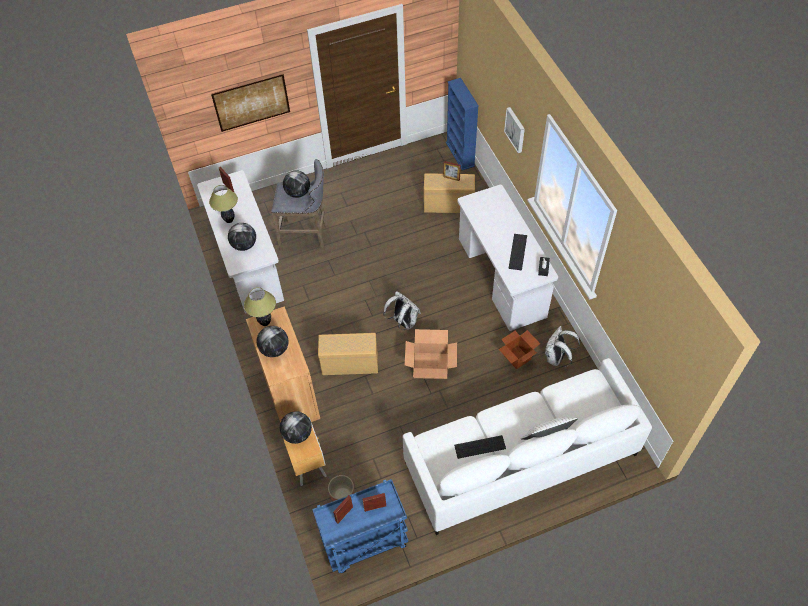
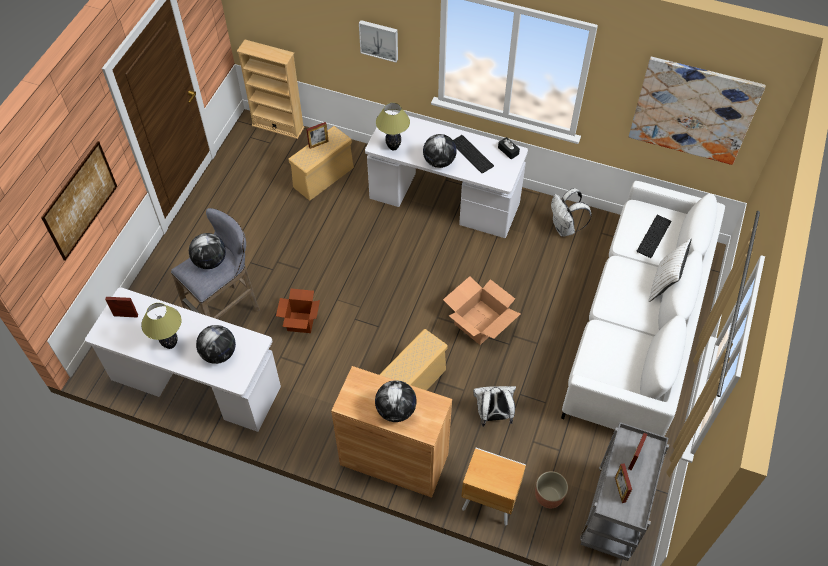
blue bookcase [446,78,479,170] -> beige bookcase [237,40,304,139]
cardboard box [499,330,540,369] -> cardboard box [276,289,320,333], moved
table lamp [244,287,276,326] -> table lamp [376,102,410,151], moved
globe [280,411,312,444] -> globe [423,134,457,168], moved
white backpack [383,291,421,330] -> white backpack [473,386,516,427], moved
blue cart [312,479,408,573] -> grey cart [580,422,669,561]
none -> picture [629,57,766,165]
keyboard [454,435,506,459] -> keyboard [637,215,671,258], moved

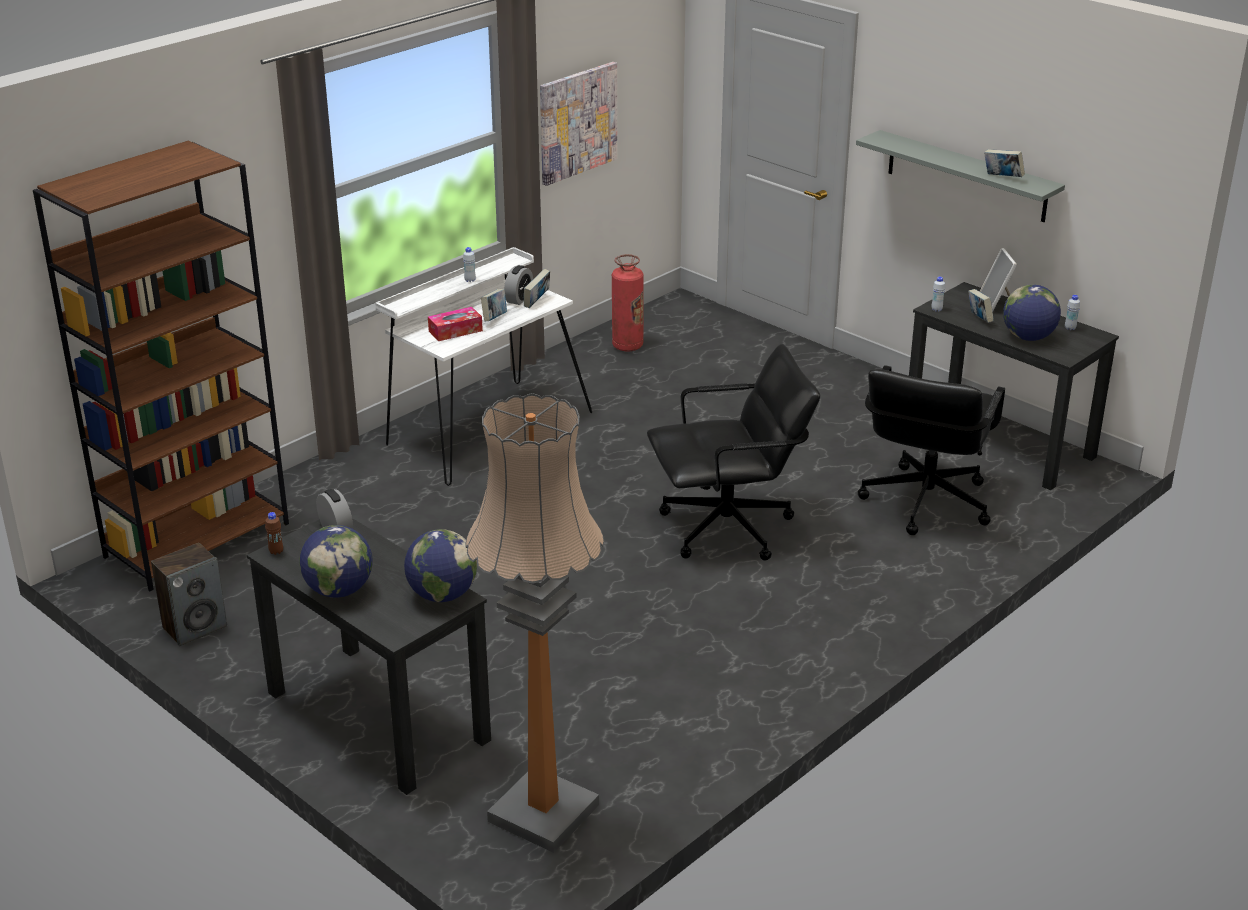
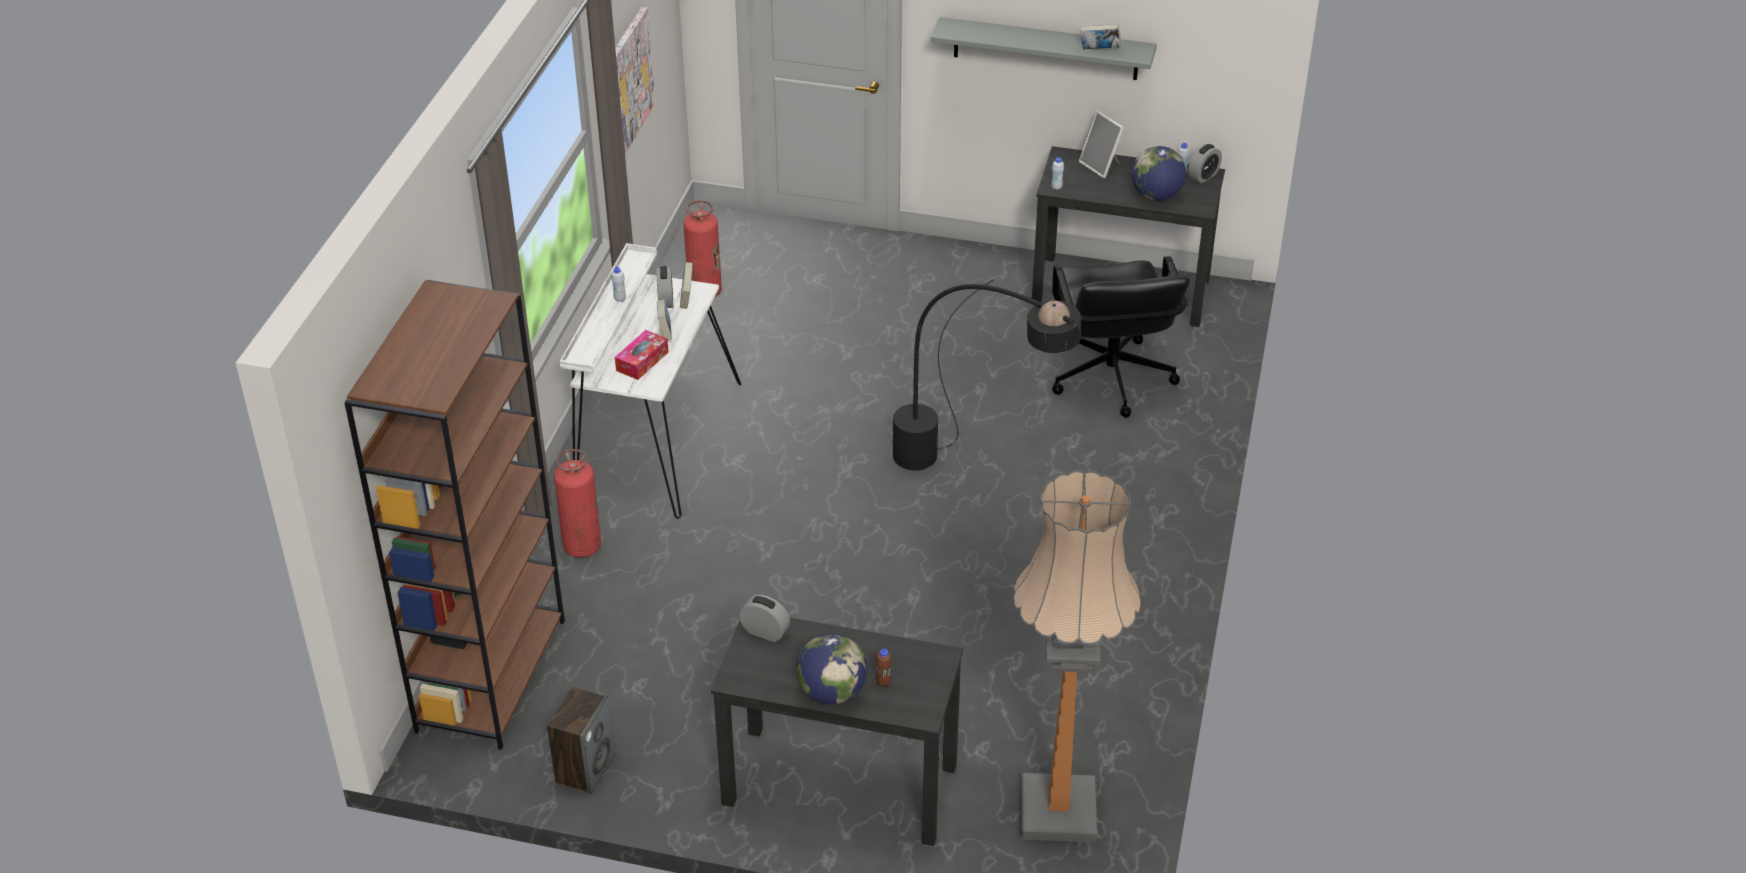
none -> fire extinguisher [554,449,601,558]
brown bottle [265,512,283,555] -> brown bottle [876,649,892,687], moved
black office chair [647,344,820,561] -> black floor lamp [893,280,1081,470]
none -> alarm clock [1188,144,1222,184]
globe [404,529,477,602] -> none
book [968,289,994,323] -> none

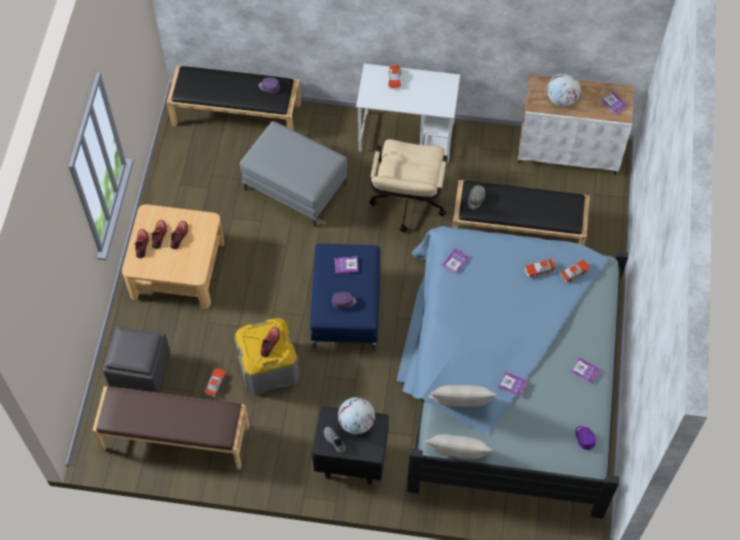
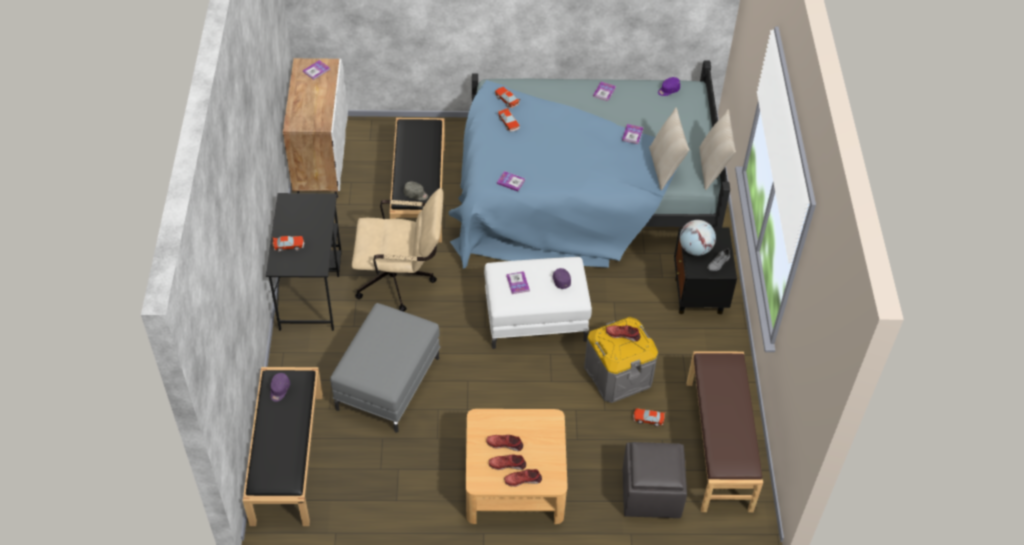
white desk [356,64,460,162] -> black desk [266,193,342,331]
blue ottoman [310,244,381,351] -> white ottoman [484,257,592,349]
globe [547,73,580,107] -> none

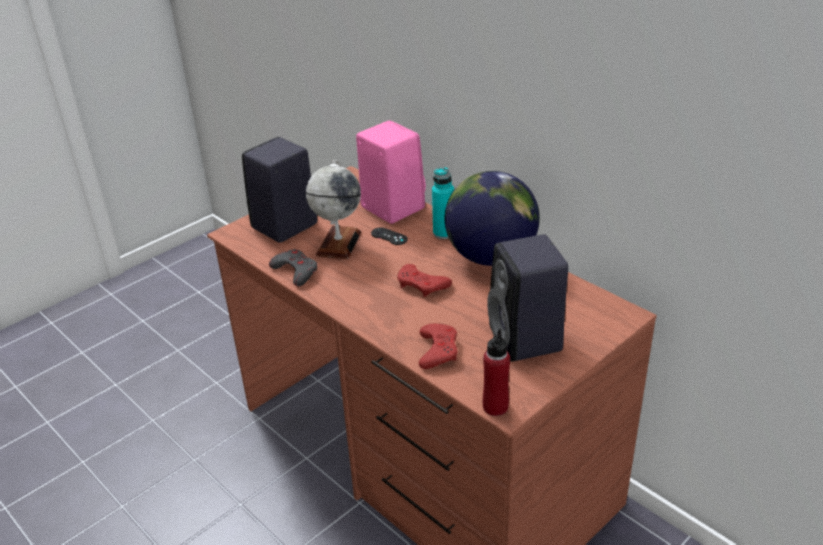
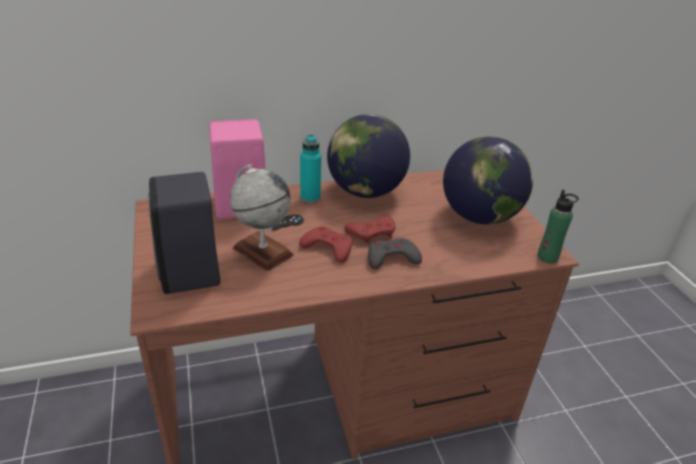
red game controller [419,324,458,369] -> red game controller [299,226,352,263], moved
grey game controller [269,249,318,287] -> grey game controller [368,238,422,269], moved
black speaker [487,234,568,362] -> globe [443,137,533,224]
red bottle [483,329,510,416] -> green bottle [537,190,579,263]

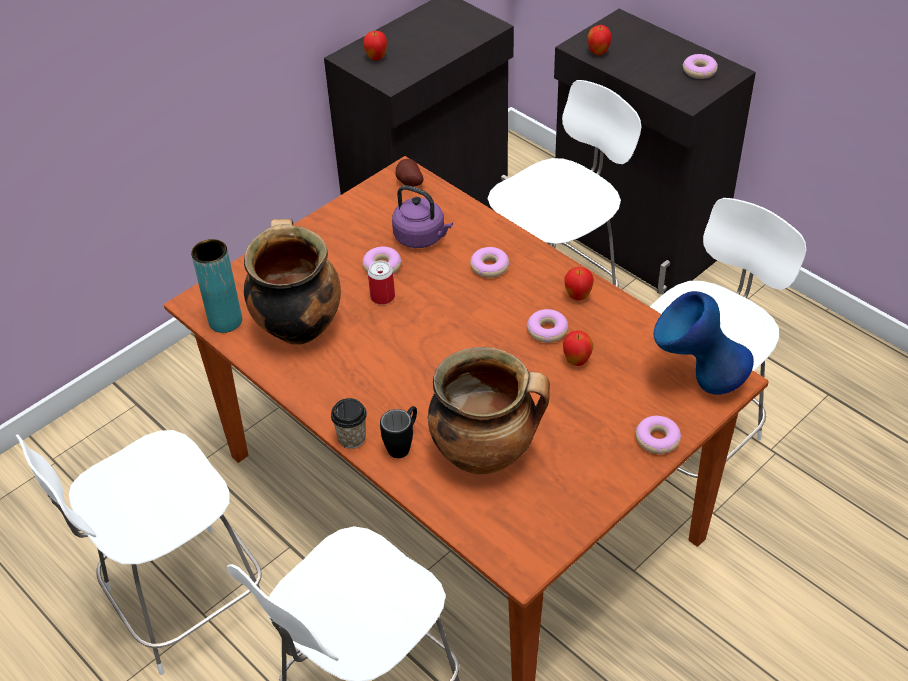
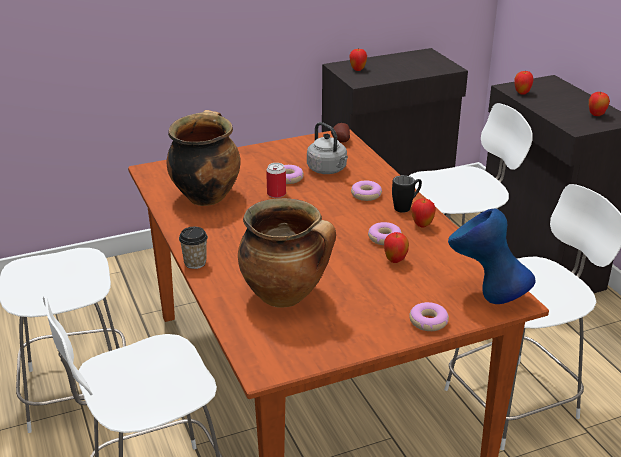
purple kettle [392,185,453,248] -> grey kettle [307,122,348,174]
black mug [380,406,417,458] -> black mug [392,175,422,213], moved
donut [682,54,718,79] -> apple [589,92,610,116]
turquoise vase [191,239,242,333] -> none

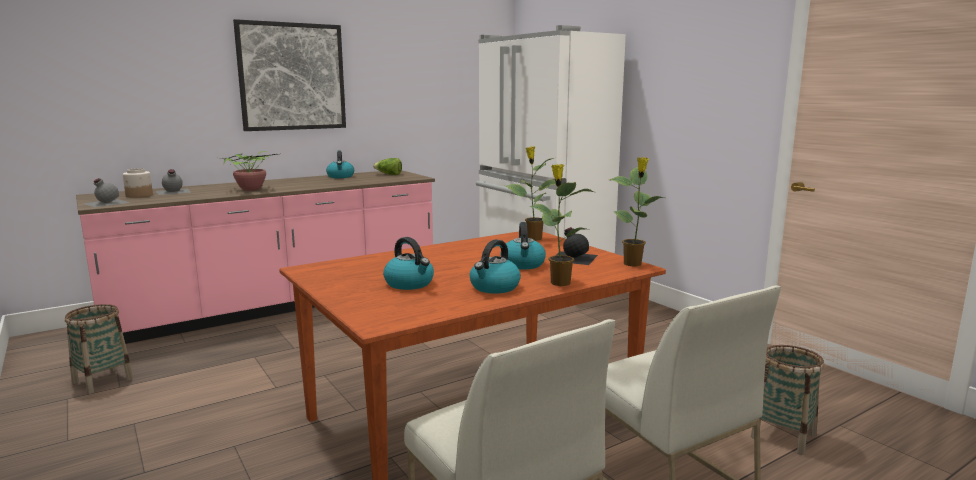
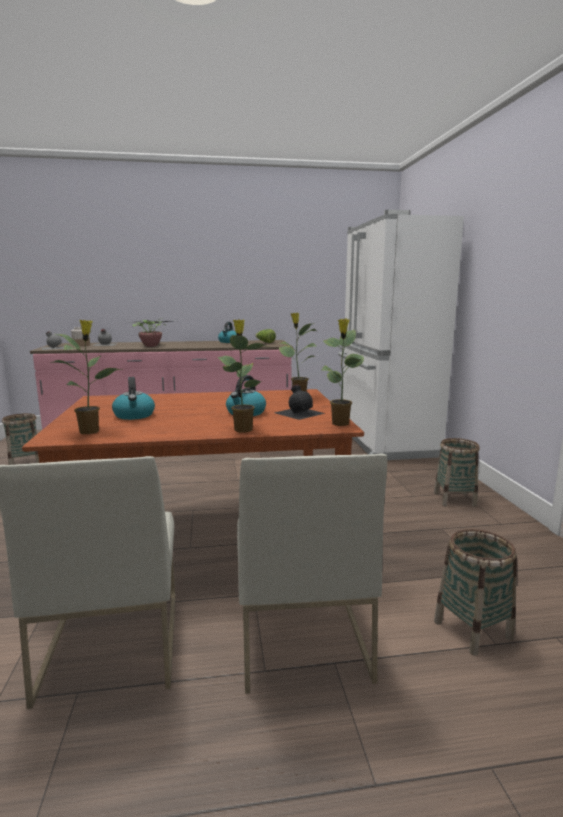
none -> potted plant [51,320,122,434]
none -> basket [434,438,480,507]
picture [233,19,346,131] -> none
kettle [470,239,521,294] -> none

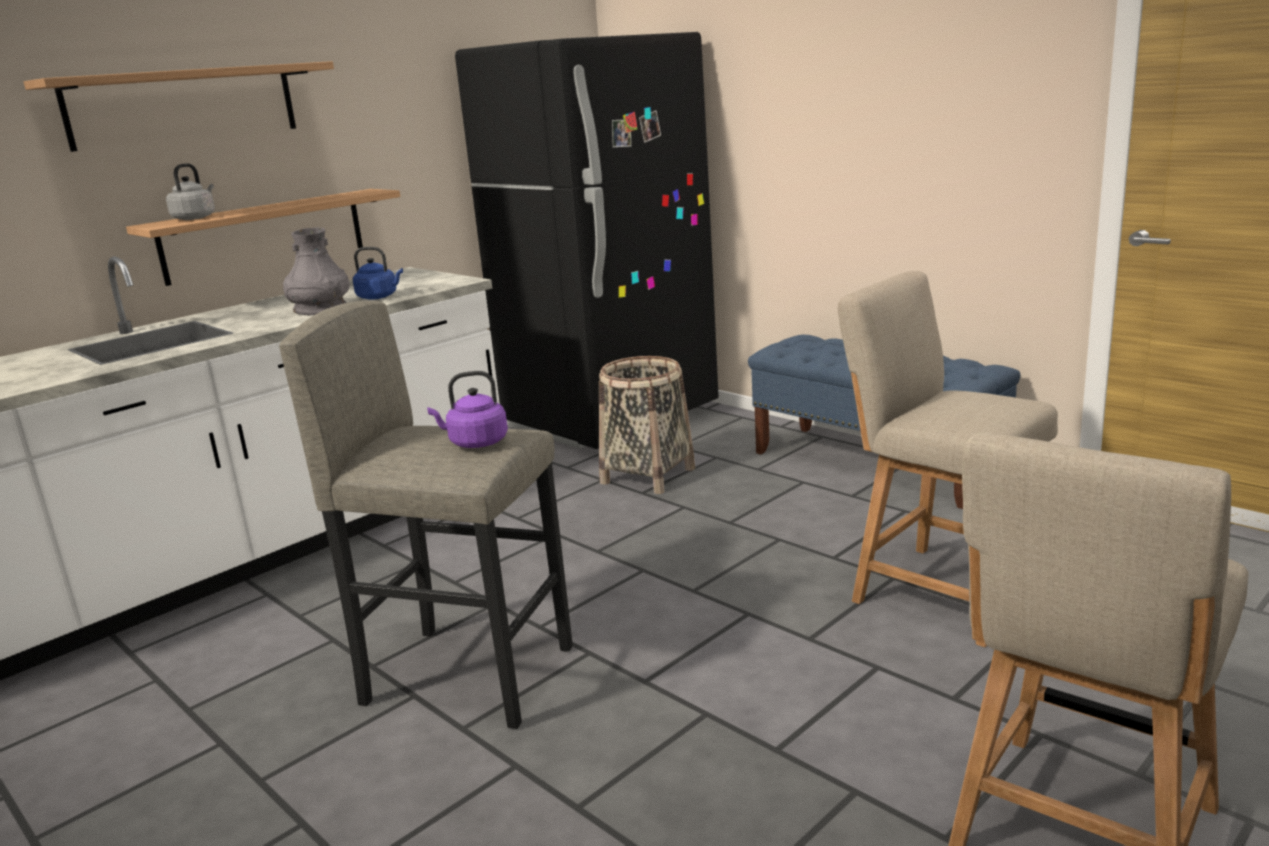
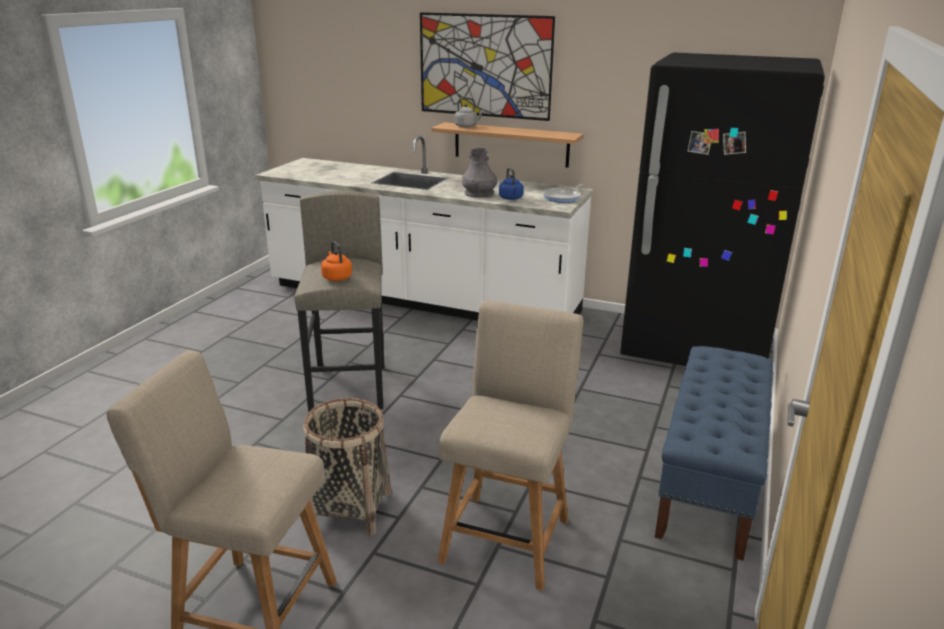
basket [599,356,695,494] -> basket [303,398,391,536], moved
purple kettle [427,371,508,448] -> orange kettle [321,241,352,281]
shelf [24,61,334,152] -> picture [420,12,555,121]
none -> frying pan [543,184,583,203]

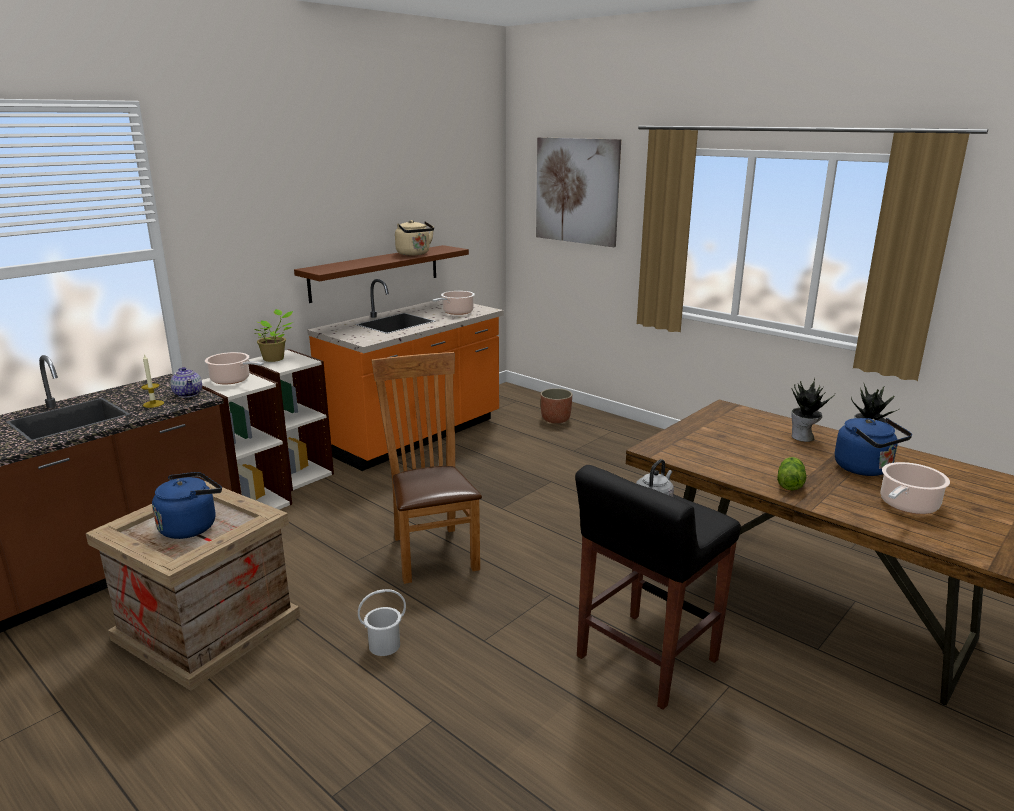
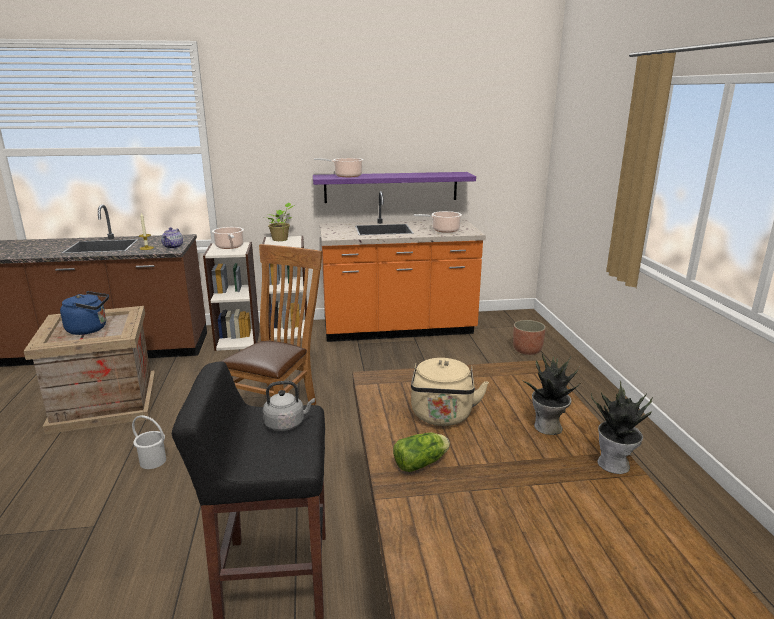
brown shelf [294,245,469,303] -> purple shelf [313,172,476,203]
cooking pot [881,462,950,514] -> cooking pot [314,158,363,177], moved
beige kettle [395,220,434,256] -> beige kettle [411,358,489,426], moved
picture [536,137,621,247] -> none
blue kettle [835,418,912,476] -> none

